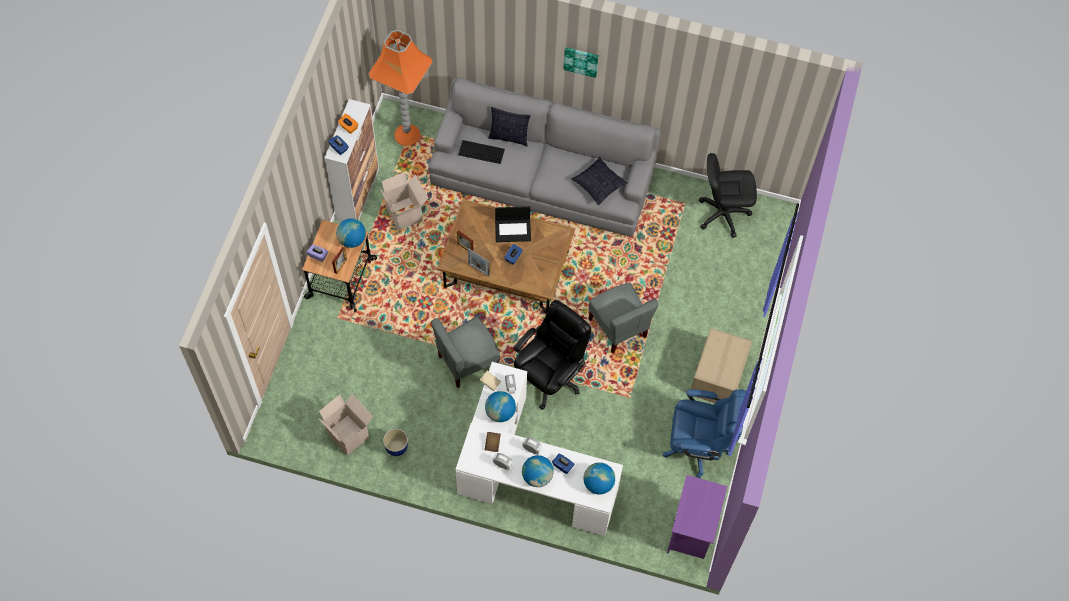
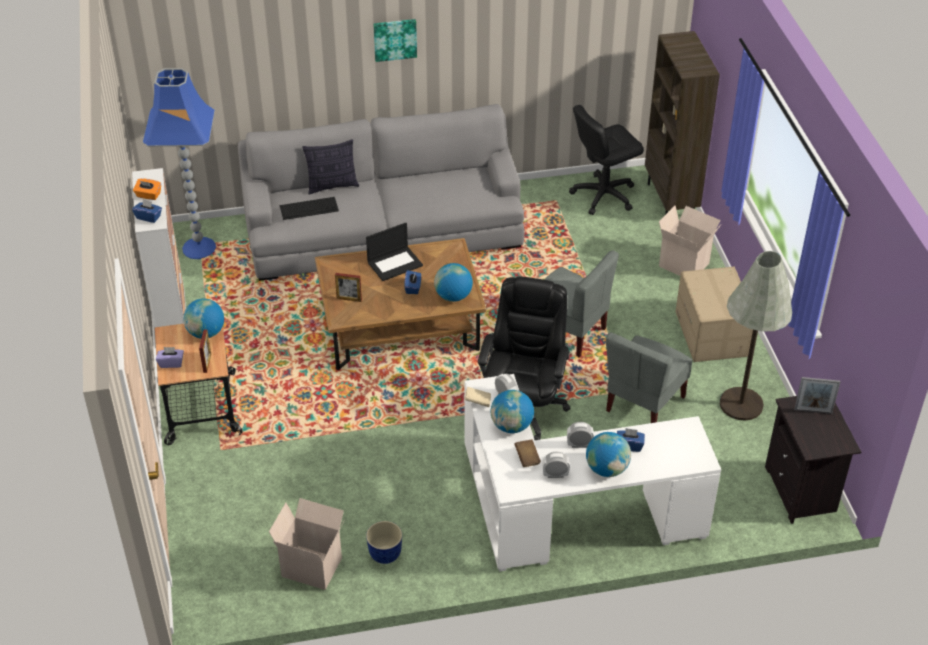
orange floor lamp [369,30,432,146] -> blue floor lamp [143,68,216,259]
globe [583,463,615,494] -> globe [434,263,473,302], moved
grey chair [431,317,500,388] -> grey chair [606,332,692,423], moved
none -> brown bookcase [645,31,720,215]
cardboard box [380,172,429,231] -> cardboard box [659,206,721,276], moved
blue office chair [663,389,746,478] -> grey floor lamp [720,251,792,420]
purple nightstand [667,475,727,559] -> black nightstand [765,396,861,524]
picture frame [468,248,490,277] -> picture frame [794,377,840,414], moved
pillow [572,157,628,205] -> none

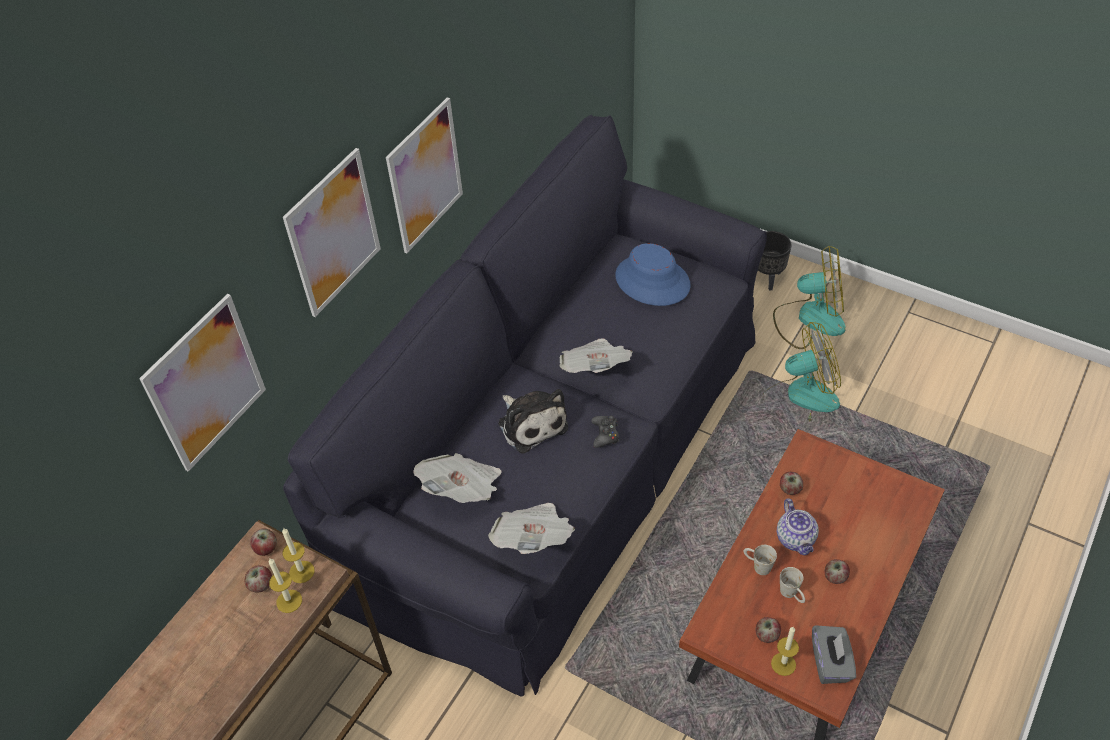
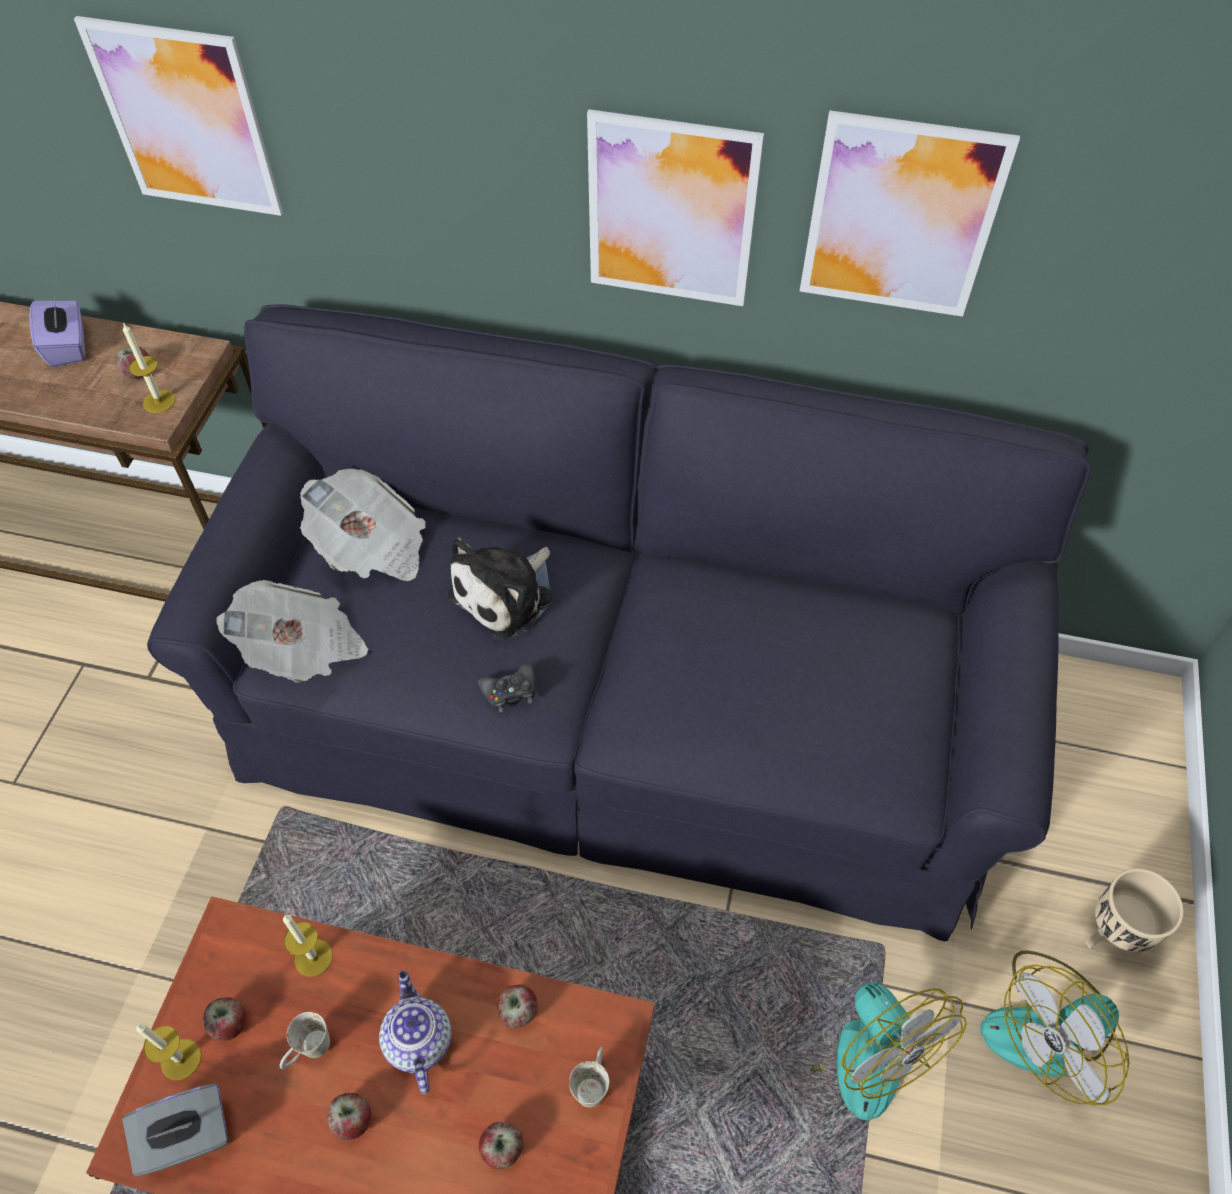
none -> purple tissue box [30,295,85,367]
candle [269,558,302,613] -> candle [283,915,333,977], moved
teapot [777,498,819,555] -> teapot [379,970,452,1094], 105 degrees clockwise
apple [250,528,277,556] -> apple [479,1122,524,1169], moved
white mug [743,545,777,575] -> white mug [569,1047,609,1108], moved
picture [283,148,381,317] -> picture [800,110,1020,317], moved
fan [773,246,846,349] -> fan [980,950,1129,1105], 75 degrees clockwise
black planter [758,231,792,291] -> beige planter [1085,868,1184,956]
newspaper [559,338,633,373] -> none
blue hat [616,243,691,306] -> none

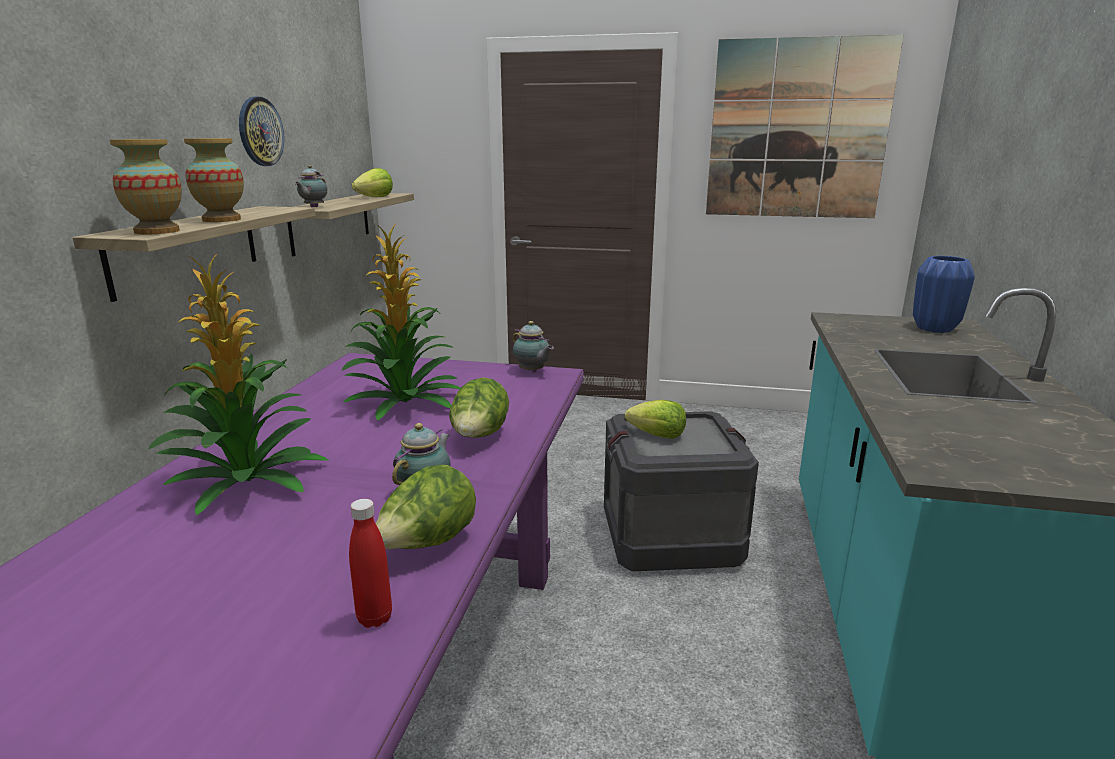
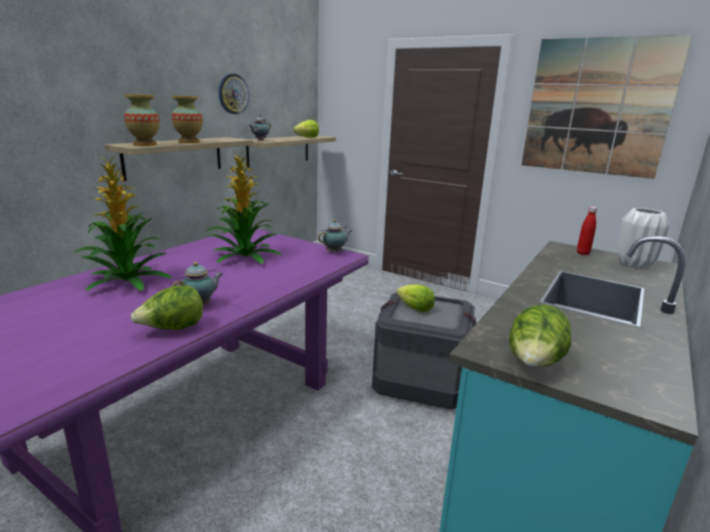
teapot [513,321,554,372] -> teapot [318,220,352,253], 105 degrees counterclockwise
lettuce [449,377,509,438] -> lettuce [509,305,571,367], moved
red bottle [349,499,392,628] -> red bottle [577,207,597,255], moved
blue vase [913,256,975,333] -> white vase [617,208,670,269]

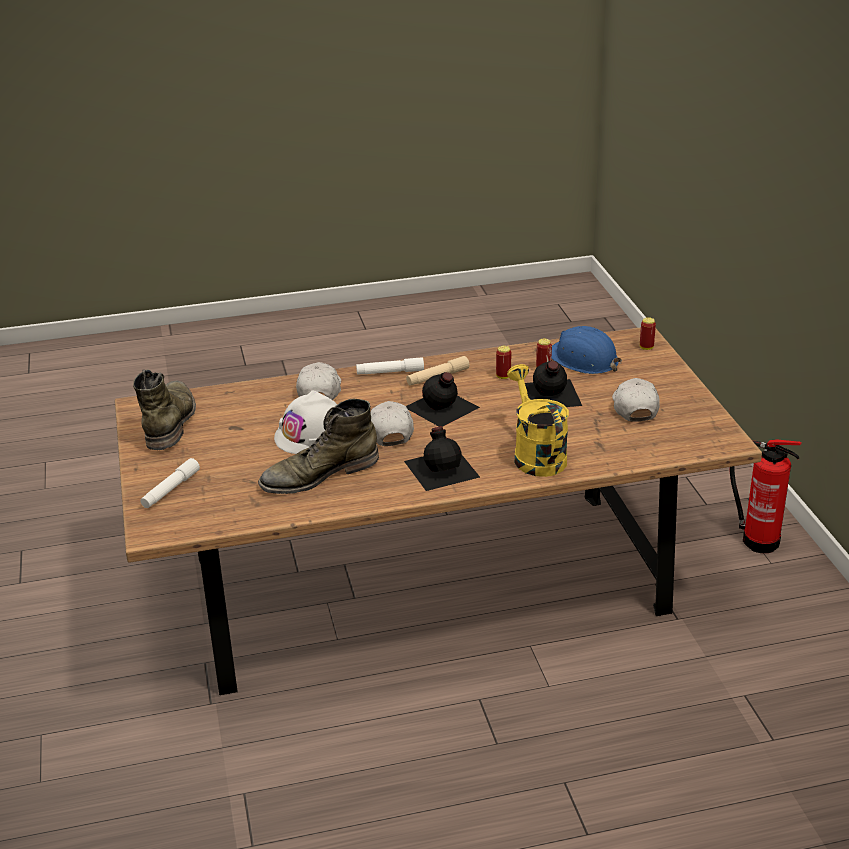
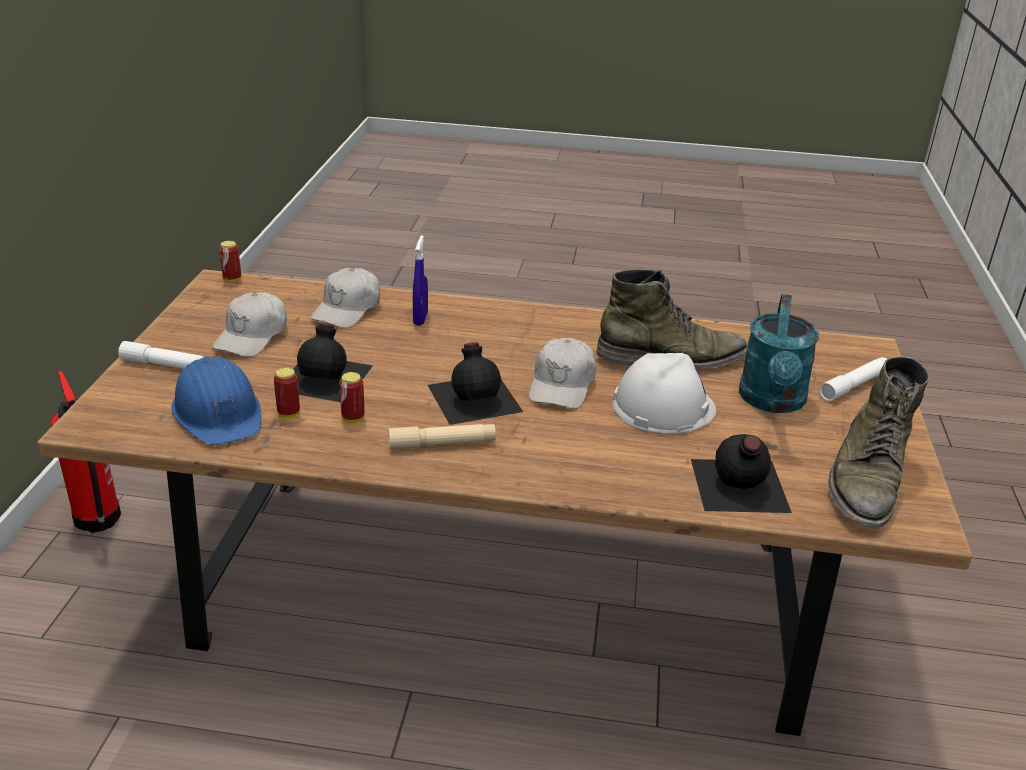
white flashlight [356,357,424,375] -> white flashlight [118,341,203,369], moved
can [640,317,656,350] -> can [219,241,241,282], moved
white cap [296,362,341,400] -> white cap [310,268,380,328], moved
yellow watering can [507,364,569,477] -> blue spray bottle [413,235,428,325]
black bottle [404,427,480,491] -> black bottle [691,434,792,513], moved
none -> turquoise watering can [739,294,819,413]

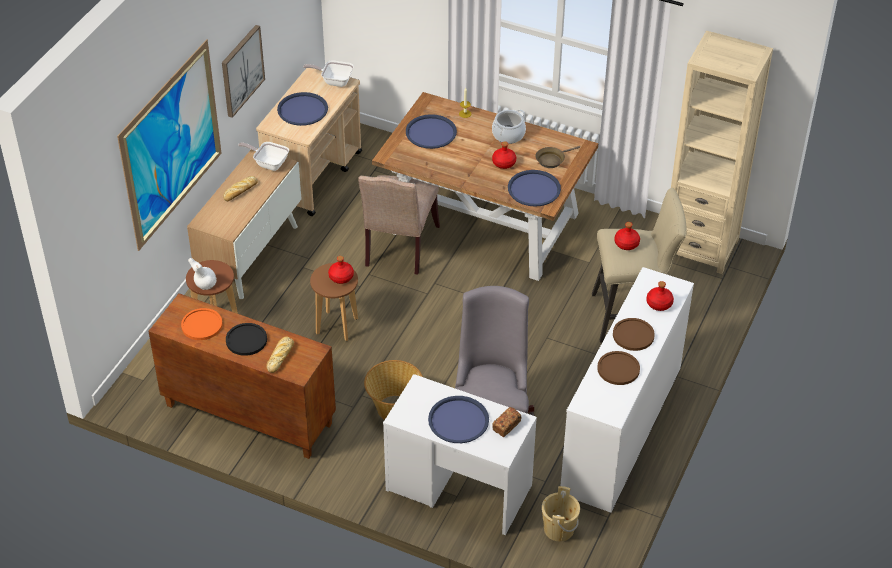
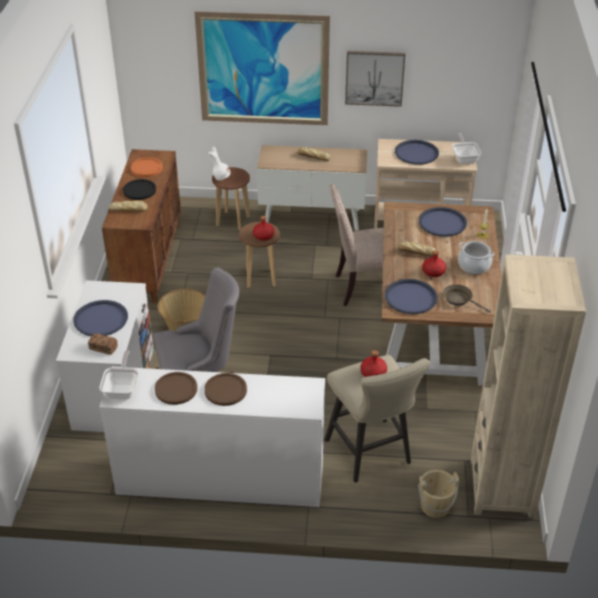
frying pan [238,142,289,171] -> frying pan [100,351,139,399], moved
none -> bread [398,241,436,257]
beige bucket [542,486,580,541] -> beige bucket [418,470,459,518], moved
red bottle [646,281,674,311] -> none

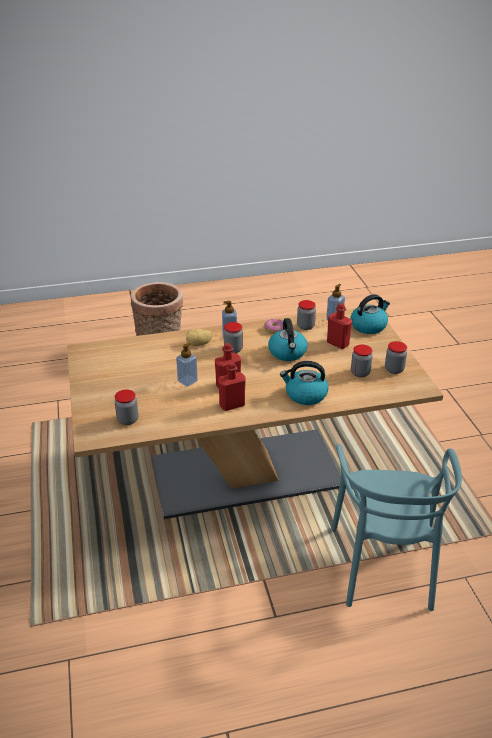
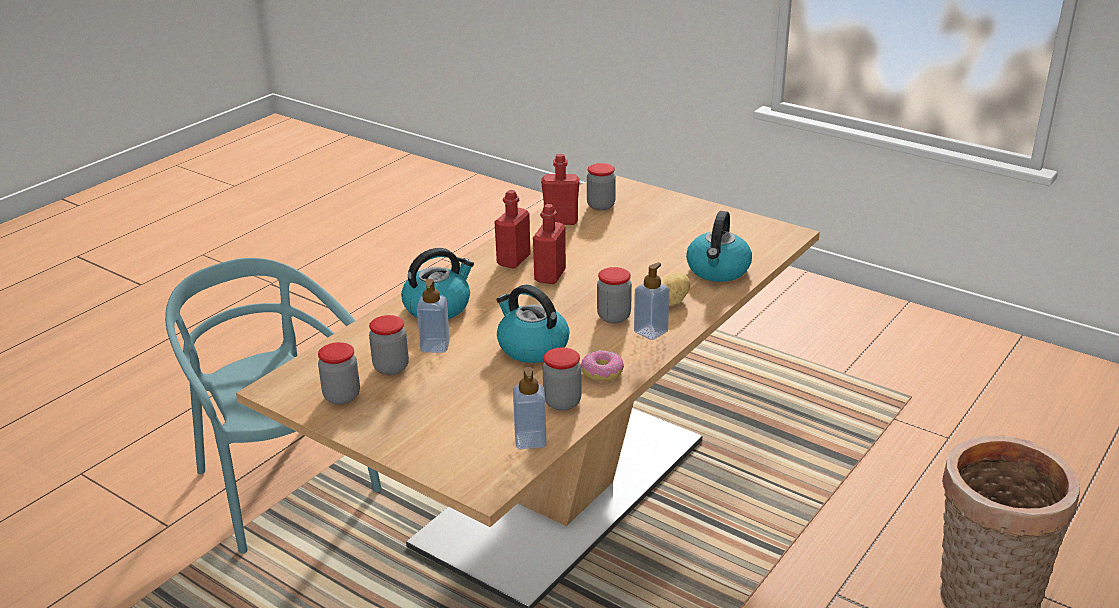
soap dispenser [176,343,198,387] -> soap dispenser [417,279,450,353], moved
red bottle [327,303,352,349] -> red bottle [541,154,580,225], moved
kettle [351,294,390,334] -> kettle [686,211,752,282], moved

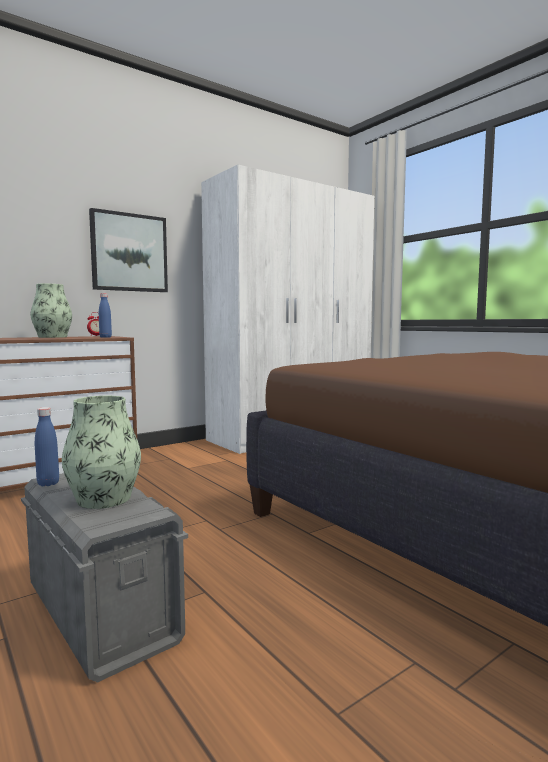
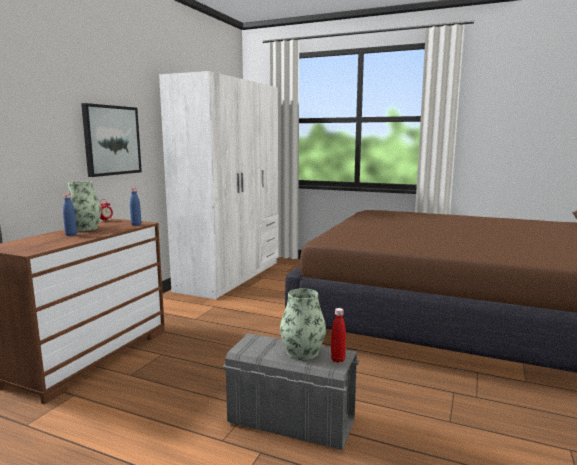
blue bottle [35,407,59,486] -> blue bottle [63,194,77,236], moved
none -> red bottle [331,308,346,363]

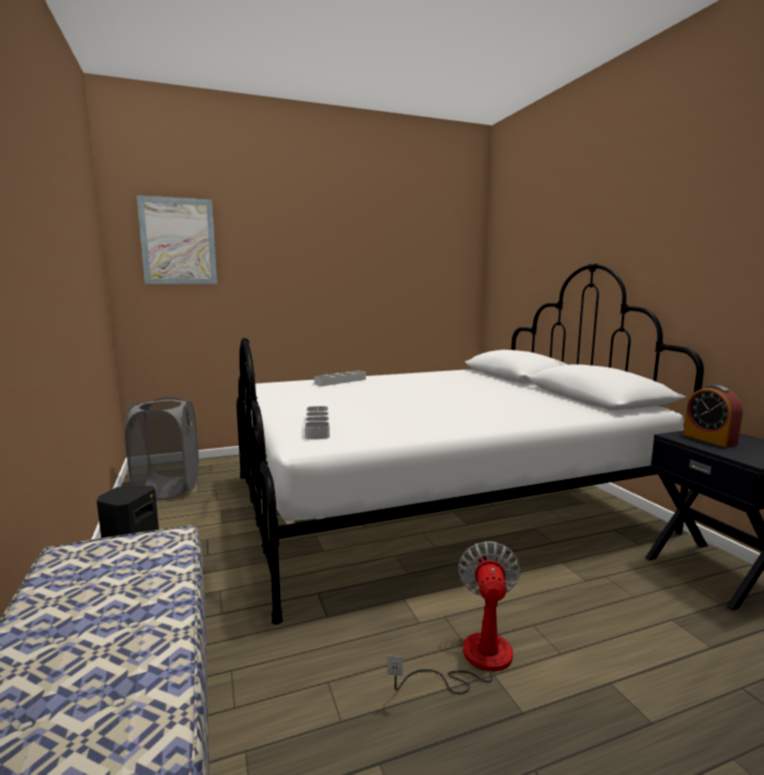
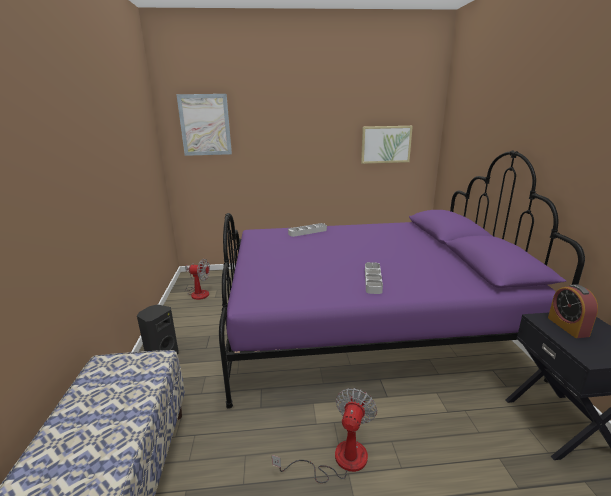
grey laundry basket [125,397,199,500] -> fan [185,259,210,300]
white bed [237,264,704,624] -> purple bed [219,151,585,409]
none -> picture [361,126,413,164]
grey tray [305,406,330,439] -> grey tray [365,262,383,294], moved

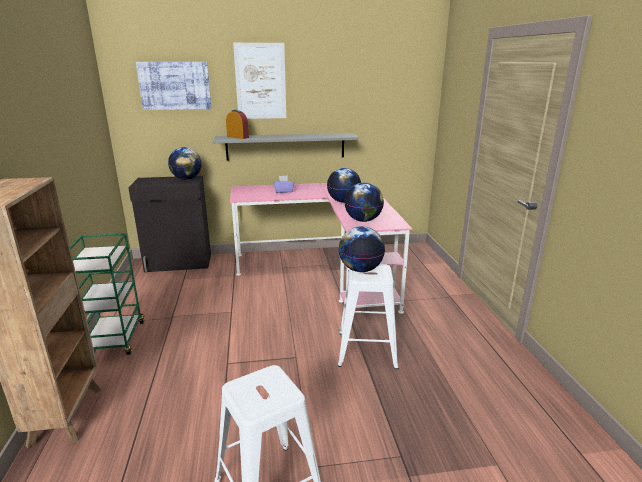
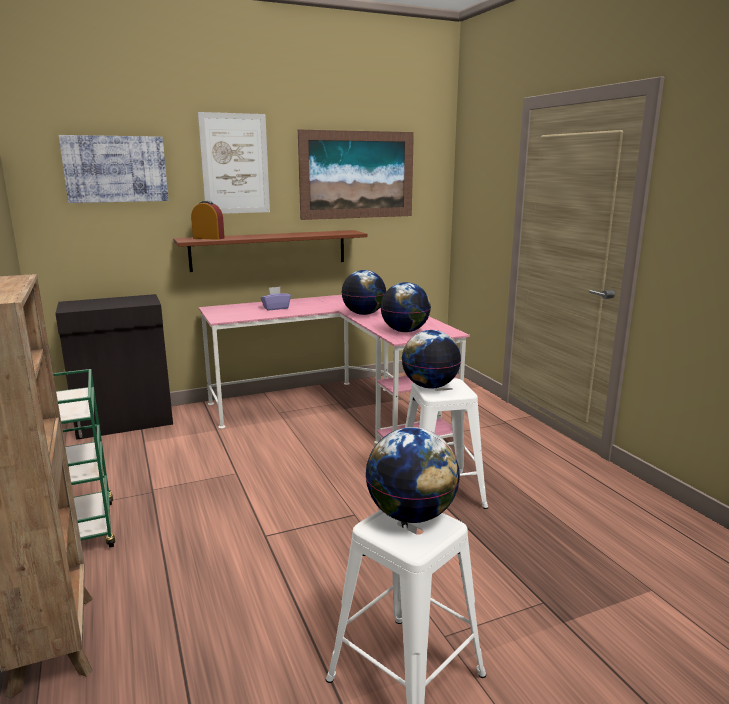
grey shelf [213,133,359,161] -> brown shelf [173,230,367,272]
none -> picture [298,129,414,220]
globe [168,147,202,180] -> globe [365,427,460,523], moved

